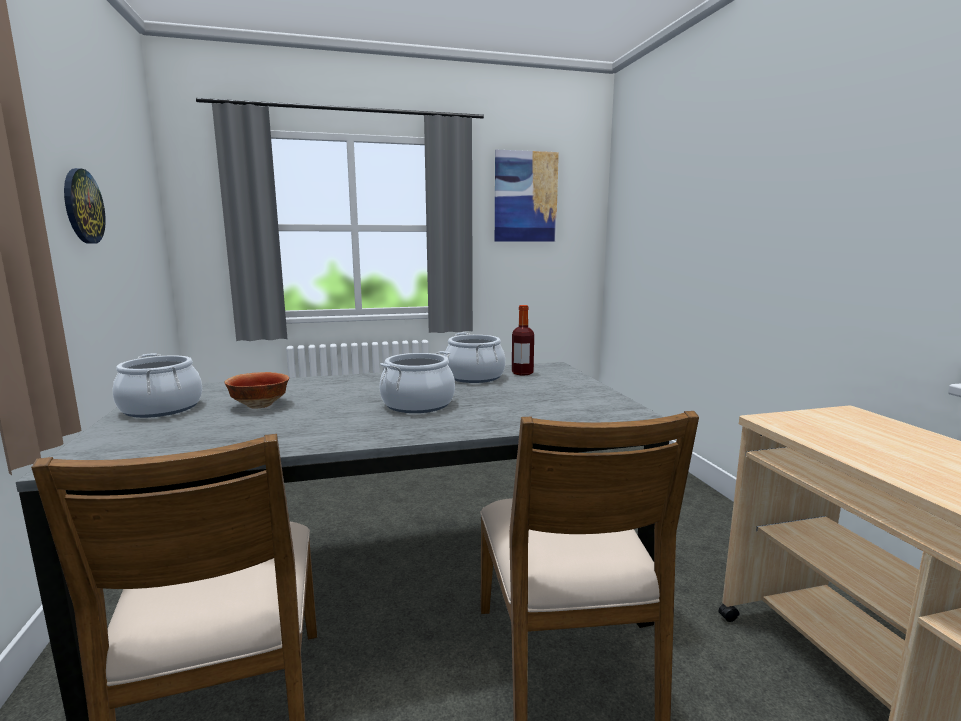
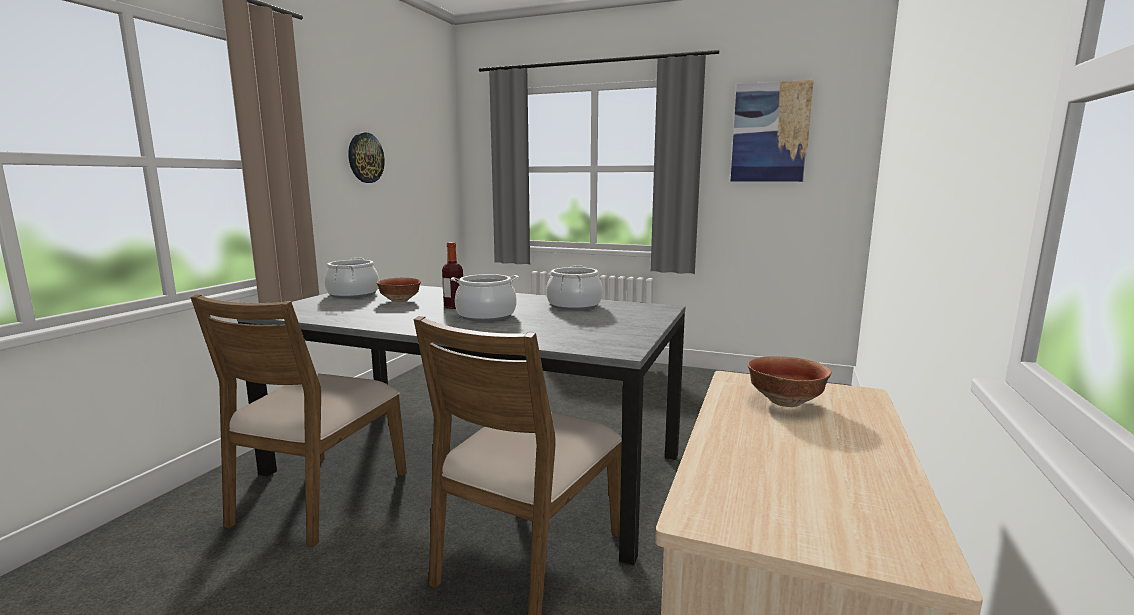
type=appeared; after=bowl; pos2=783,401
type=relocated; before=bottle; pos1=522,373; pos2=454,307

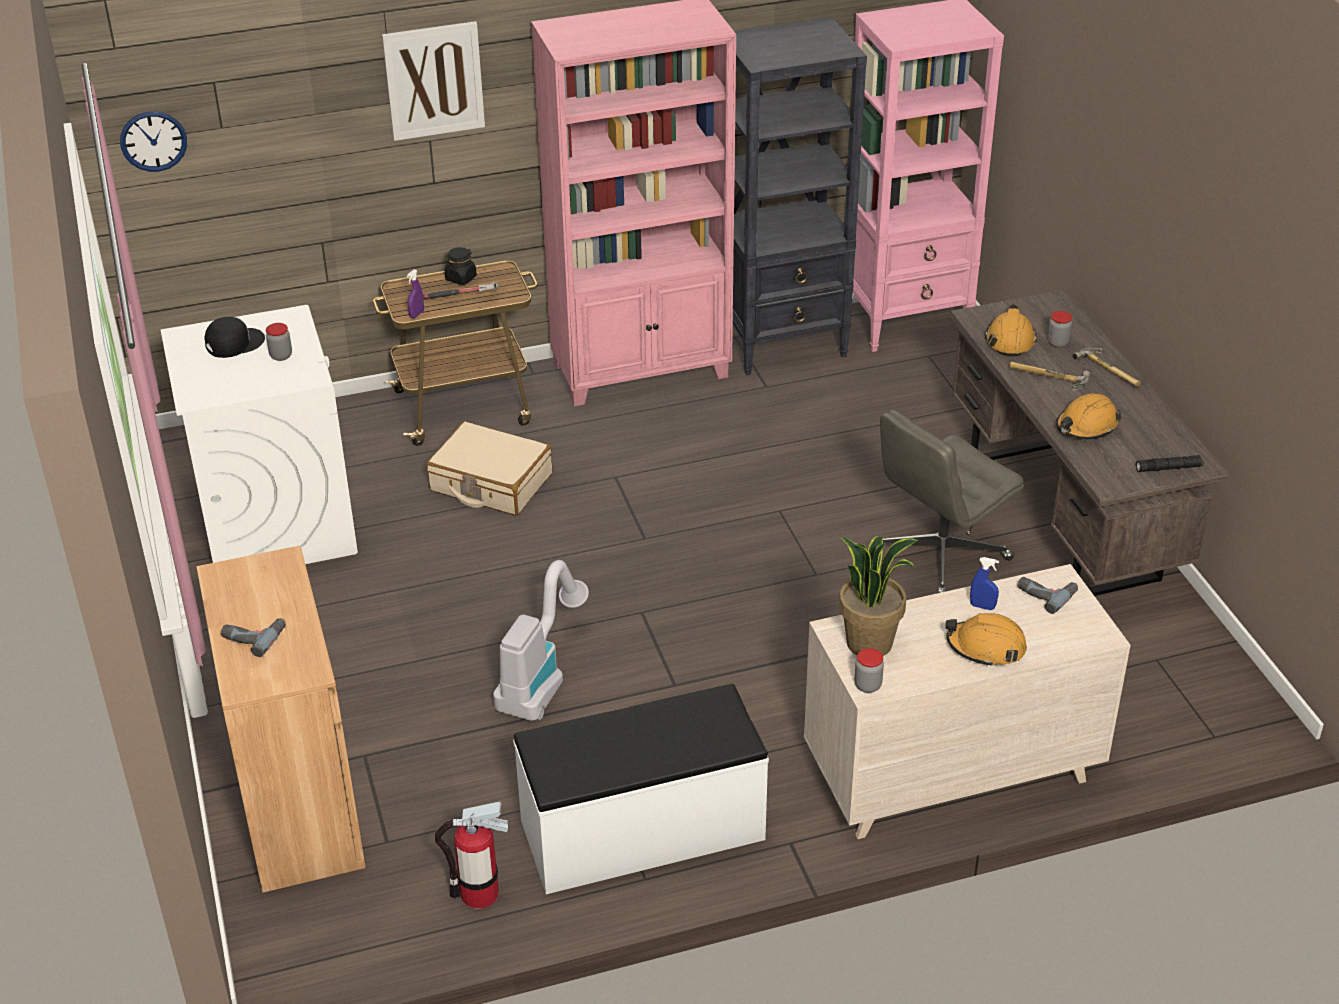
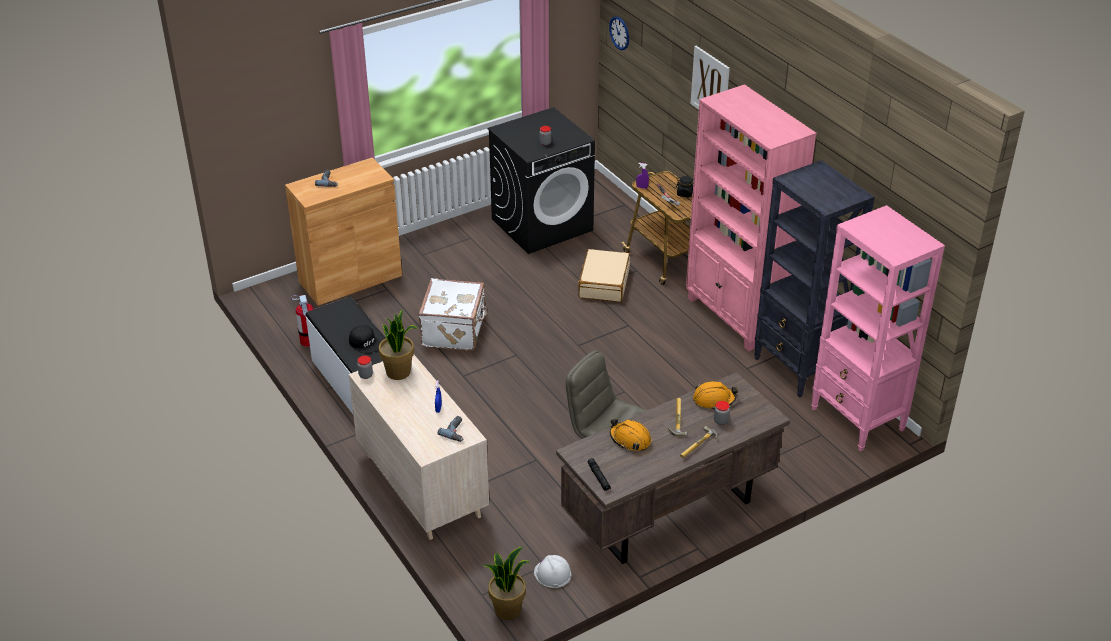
type=missing; before=orange_hard_hat; pos1=986,647
type=appeared; after=potted_plant; pos2=507,609
type=appeared; after=white_hard_hat; pos2=552,573
type=relocated; before=black_cap; pos1=234,343; pos2=365,342
type=exchanged; before=vacuum_cleaner; after=white_suitcase; pos1=541,678; pos2=455,331
type=colour; before=white_washing_machine; after=black_washing_machine; pos1=276,522; pos2=542,224

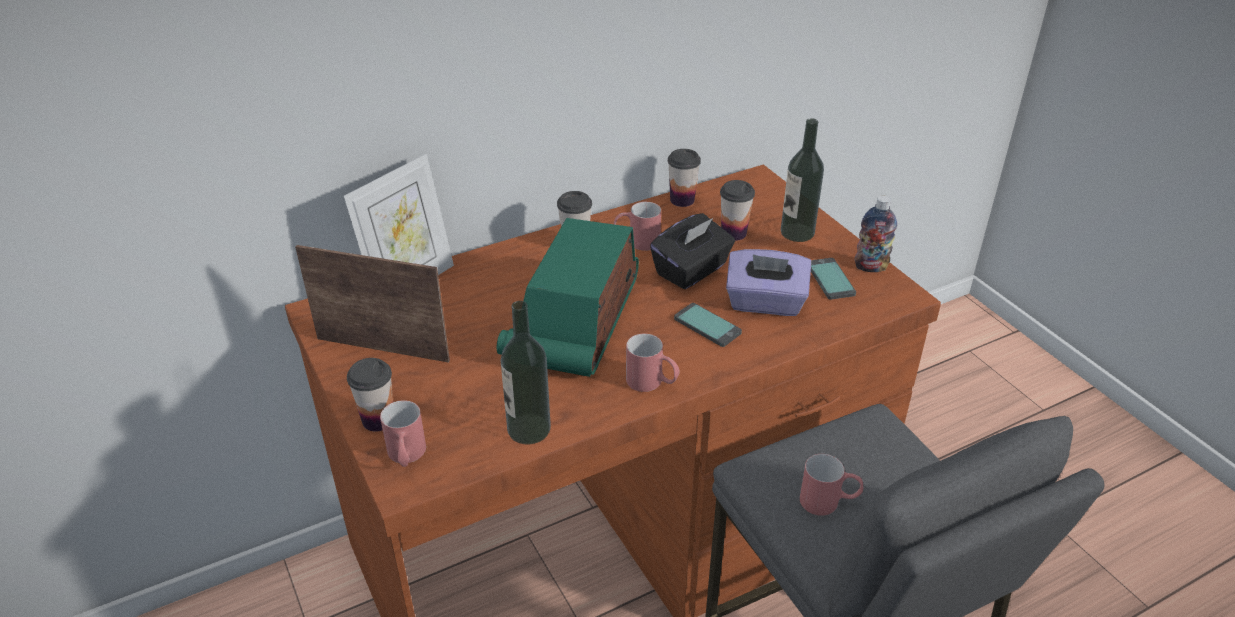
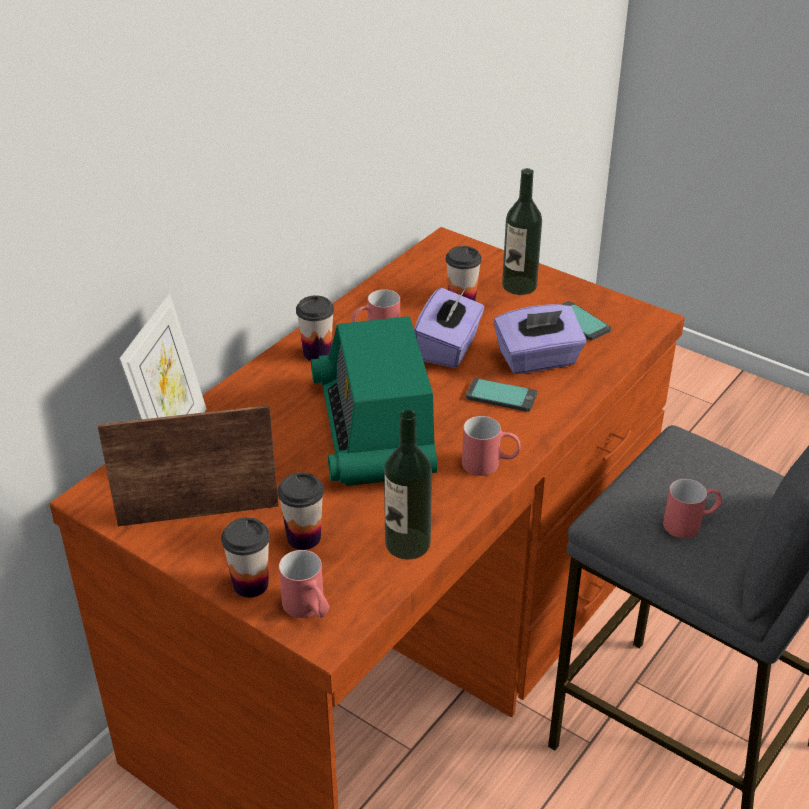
type=missing; before=bottle; pos1=870,267
type=relocated; before=cup; pos1=682,200; pos2=304,538
type=colour; before=black_tissue_box; after=purple_tissue_box; pos1=692,270; pos2=449,348

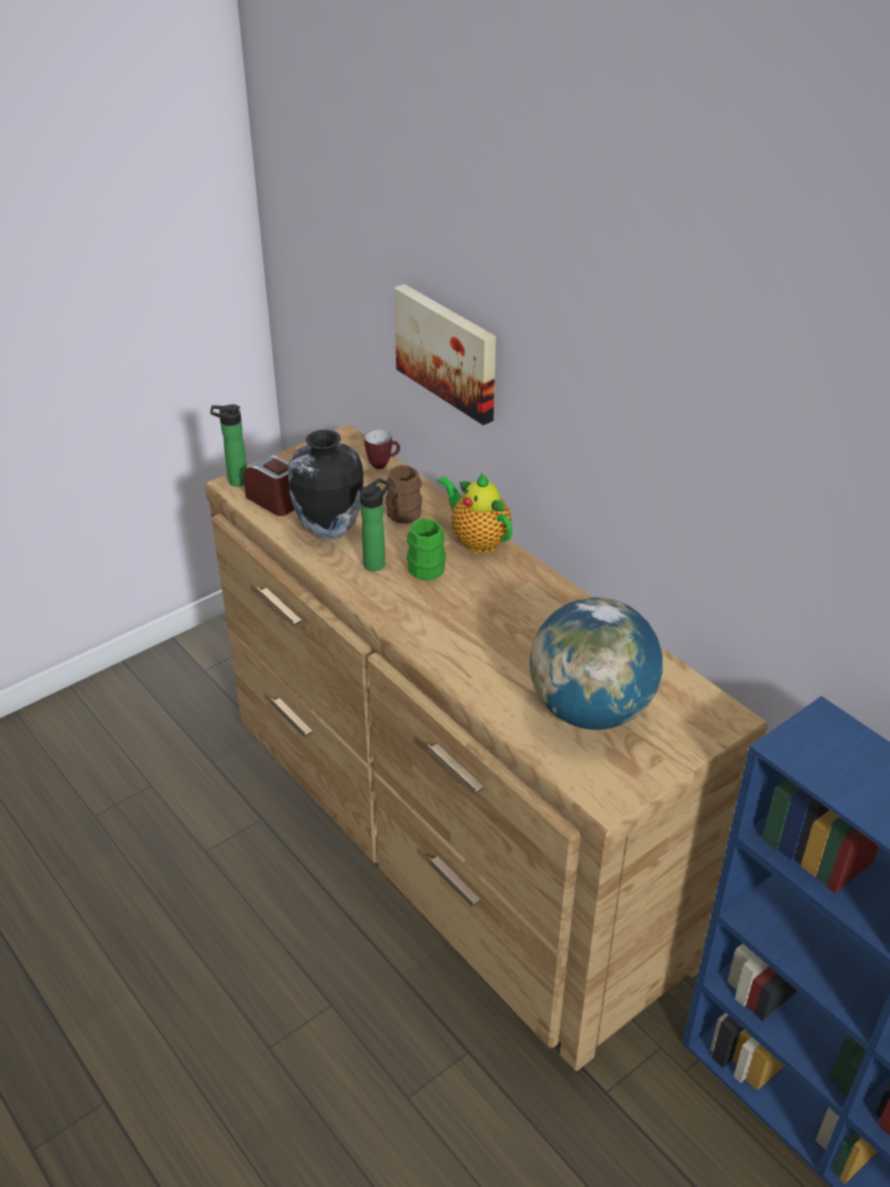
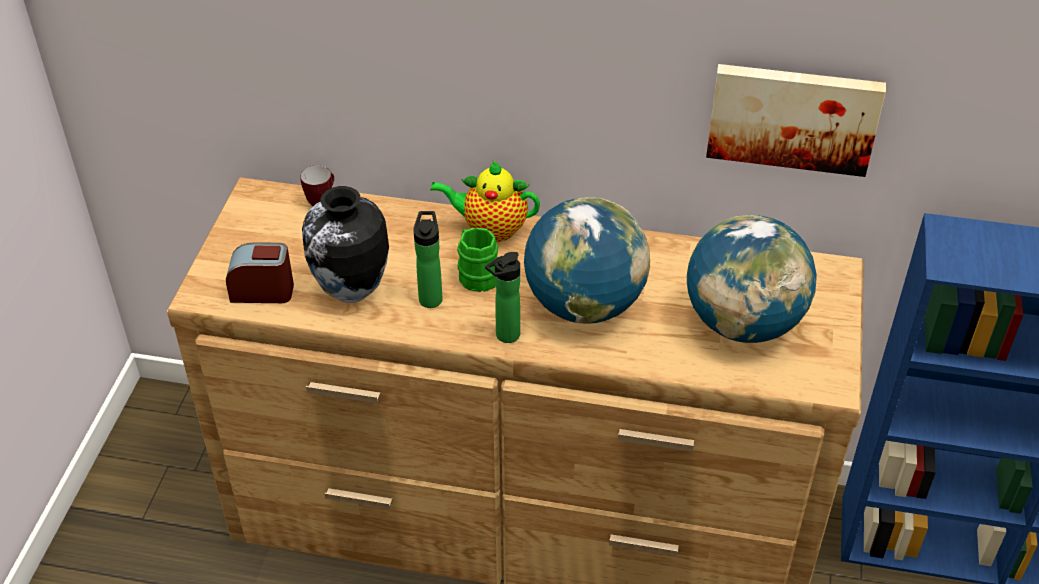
type=missing; before=brown_mug; pos1=403,516
type=appeared; after=globe; pos2=584,305
type=relocated; before=bottle; pos1=235,481; pos2=504,336
type=relocated; before=picture; pos1=448,351; pos2=793,116

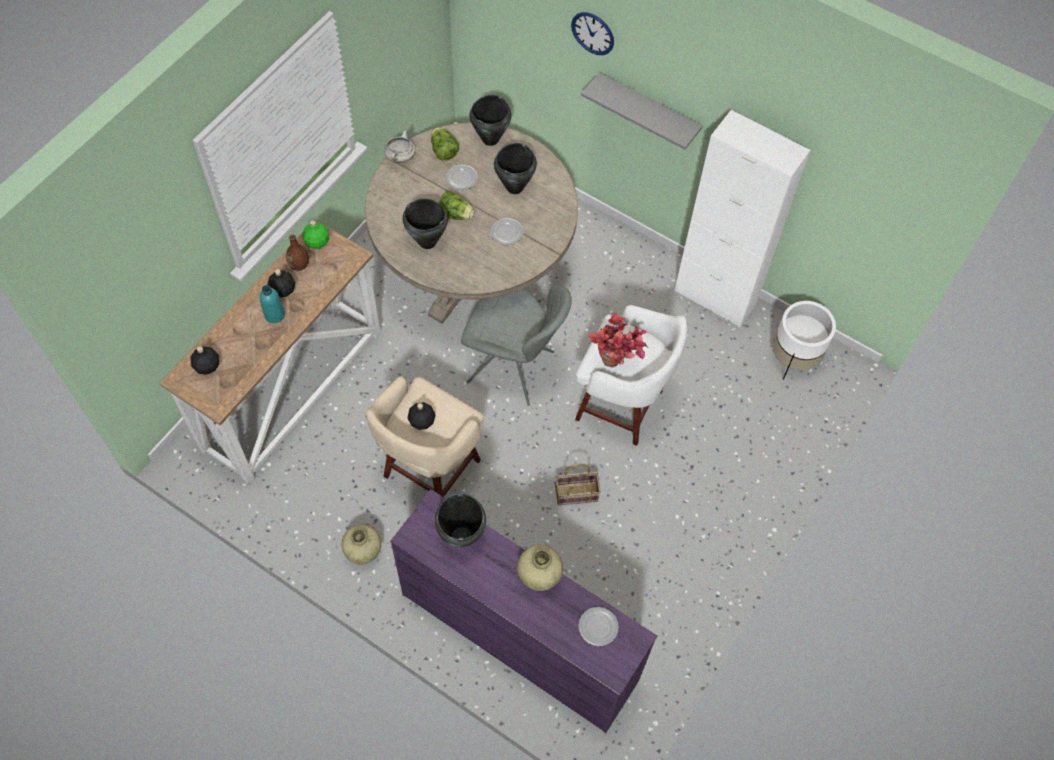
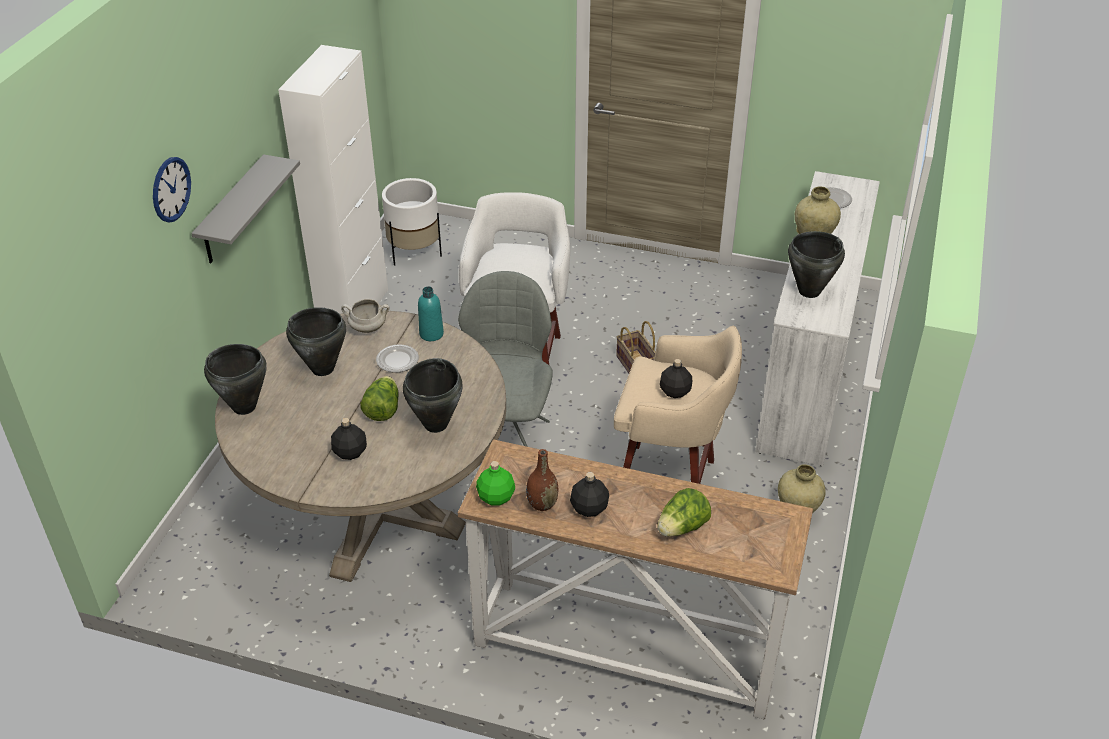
type=missing; before=plate; pos1=462,178
type=missing; before=potted_plant; pos1=616,365
type=relocated; before=black_bottle; pos1=207,366; pos2=350,452
type=relocated; before=turquoise_bottle; pos1=274,314; pos2=431,334
type=relocated; before=white_cooking_pot; pos1=400,157; pos2=367,328
type=relocated; before=lettuce; pos1=443,151; pos2=682,527
type=colour; before=purple_dresser; after=white_dresser; pos1=519,636; pos2=806,374

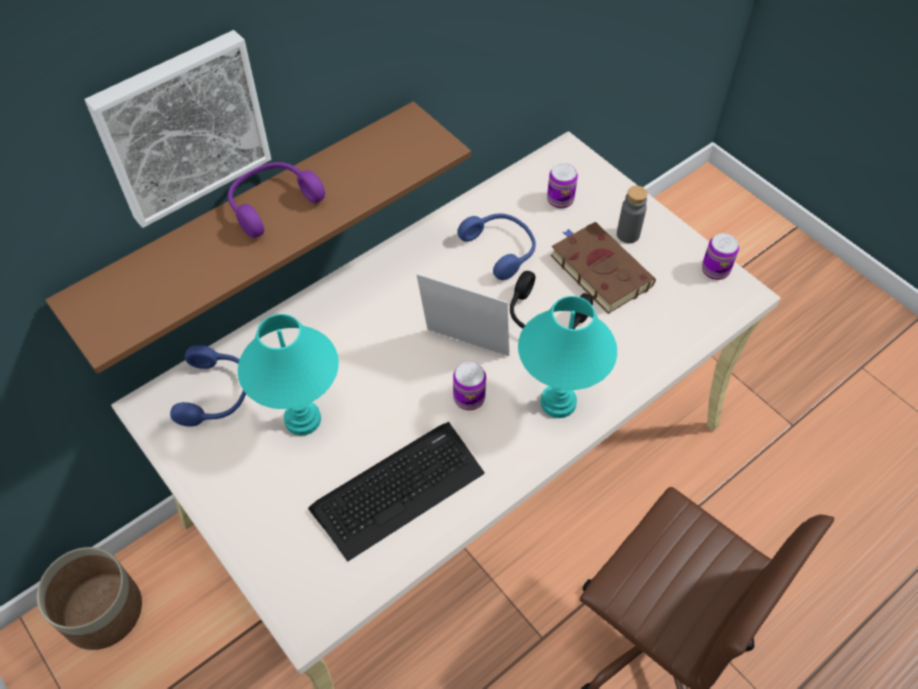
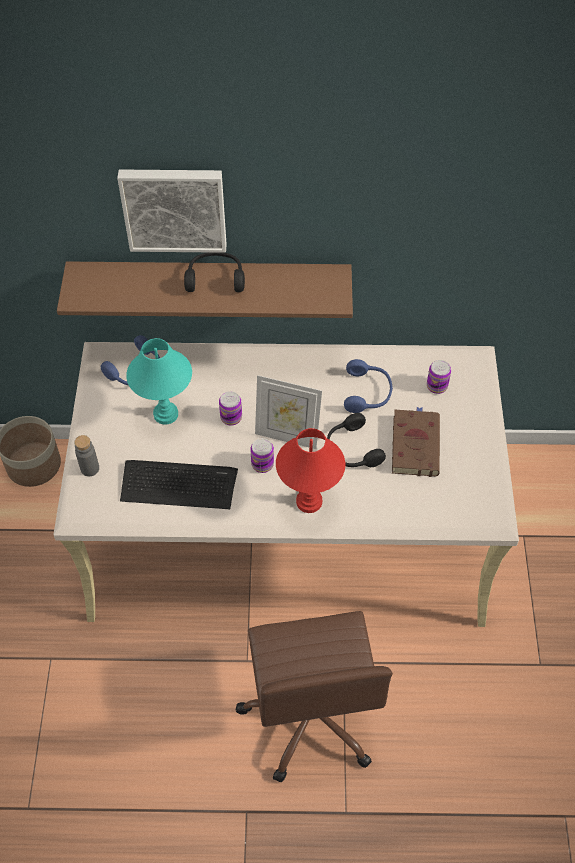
type=relocated; before=grey_bottle; pos1=628,234; pos2=90,468
type=relocated; before=can; pos1=715,270; pos2=231,417
type=colour; before=purple_headphones; after=black_headphones; pos1=272,203; pos2=215,278
type=colour; before=turquoise_table_lamp; after=red_table_lamp; pos1=557,402; pos2=308,501
type=spun; before=picture_frame; pos1=464,349; pos2=287,436; turn=135

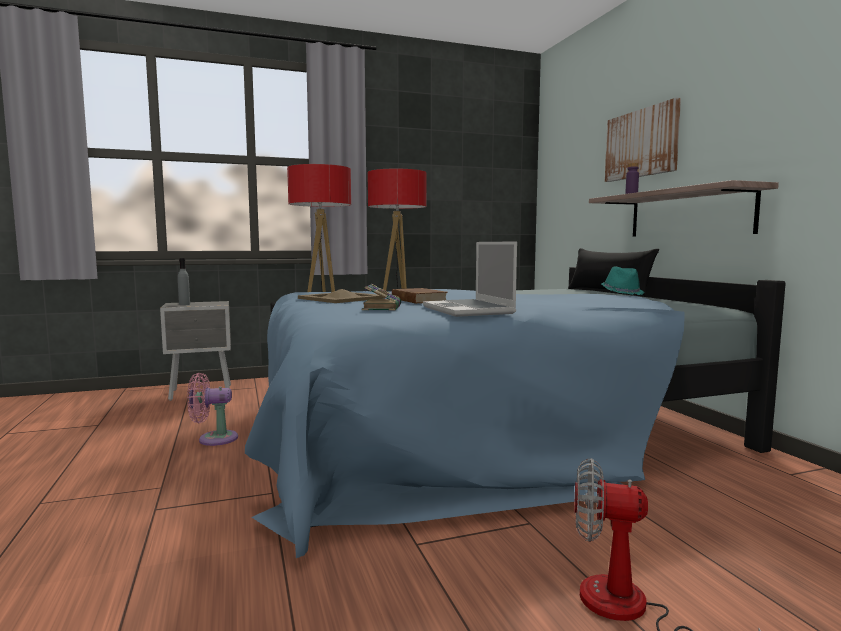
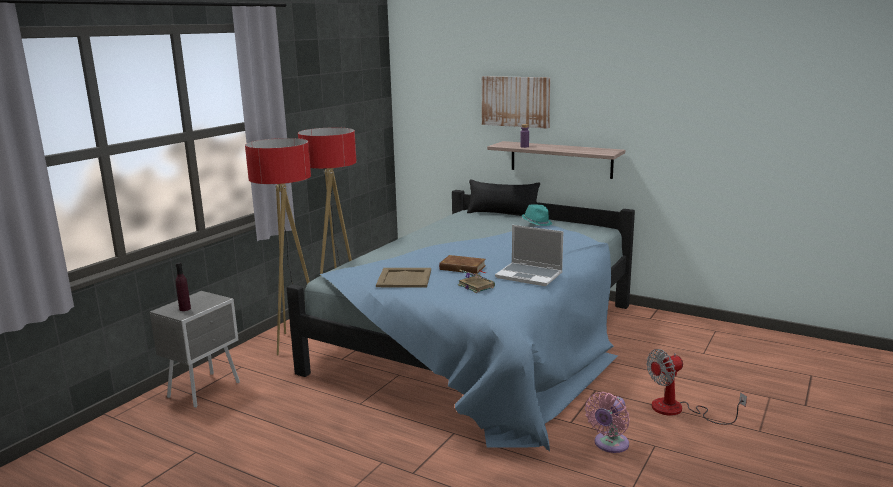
type=relocated; before=pink_fan; pos1=213,439; pos2=609,445
type=colour; before=grey_bottle; after=purple_bottle; pos1=184,304; pos2=185,309

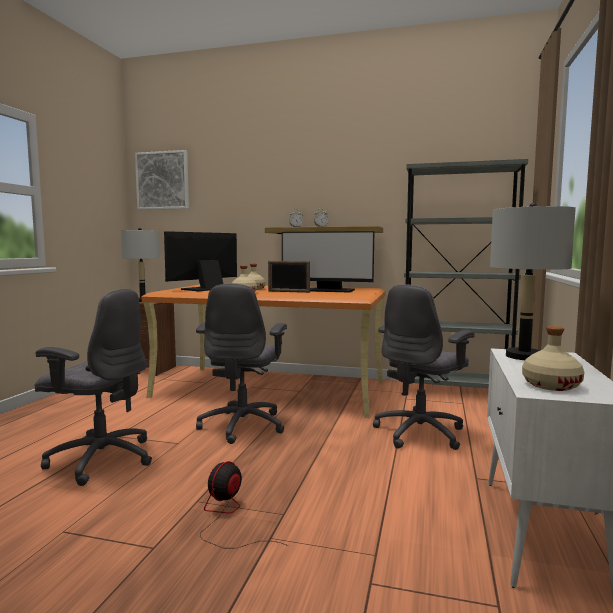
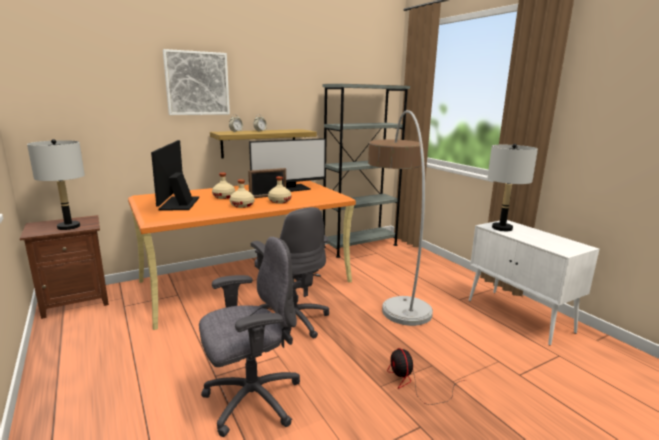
type=relocated; before=picture; pos1=163,181; pos2=197,83
type=relocated; before=beige_bottle; pos1=550,385; pos2=279,201
type=exchanged; before=grey_office_chair; after=floor_lamp; pos1=420,433; pos2=394,282

